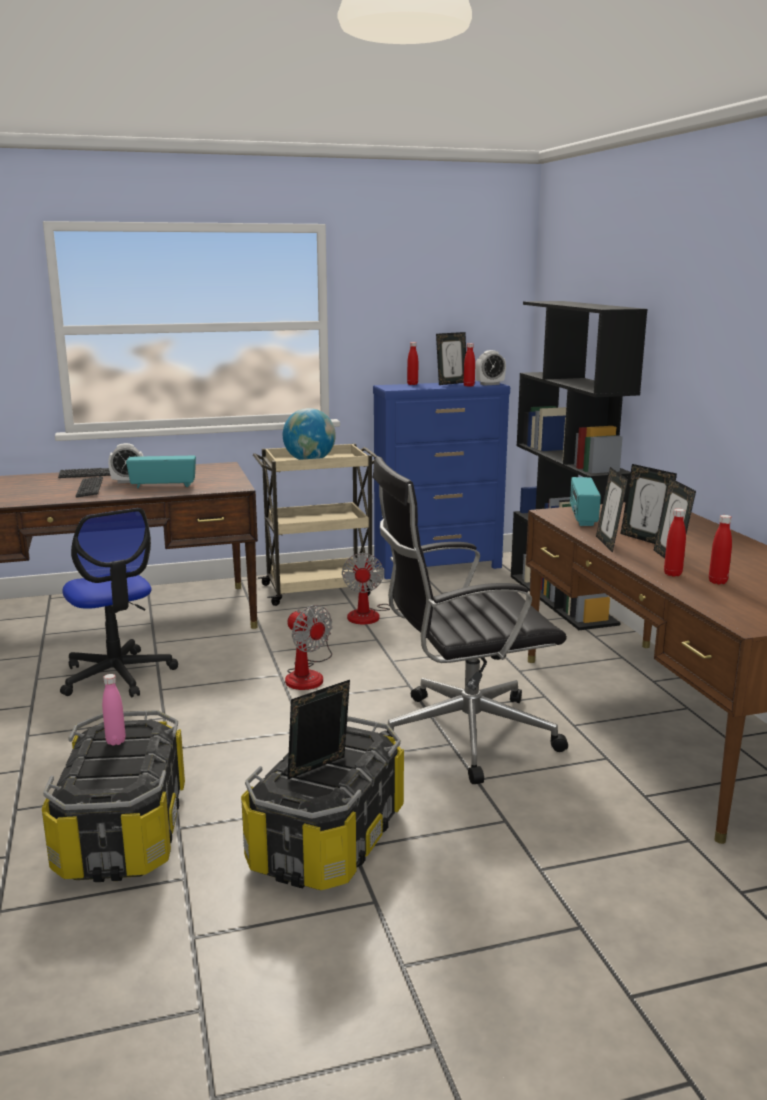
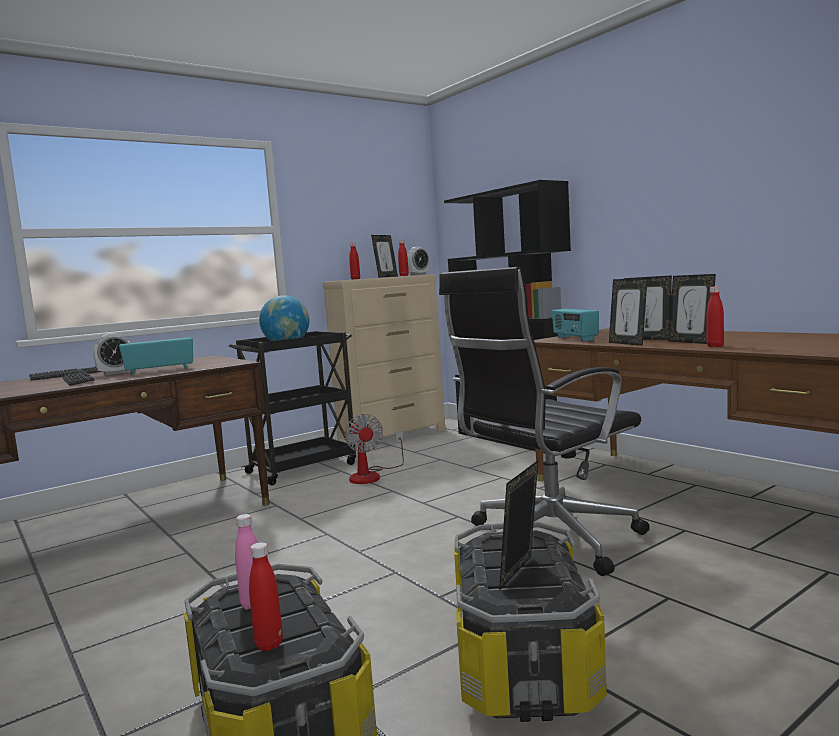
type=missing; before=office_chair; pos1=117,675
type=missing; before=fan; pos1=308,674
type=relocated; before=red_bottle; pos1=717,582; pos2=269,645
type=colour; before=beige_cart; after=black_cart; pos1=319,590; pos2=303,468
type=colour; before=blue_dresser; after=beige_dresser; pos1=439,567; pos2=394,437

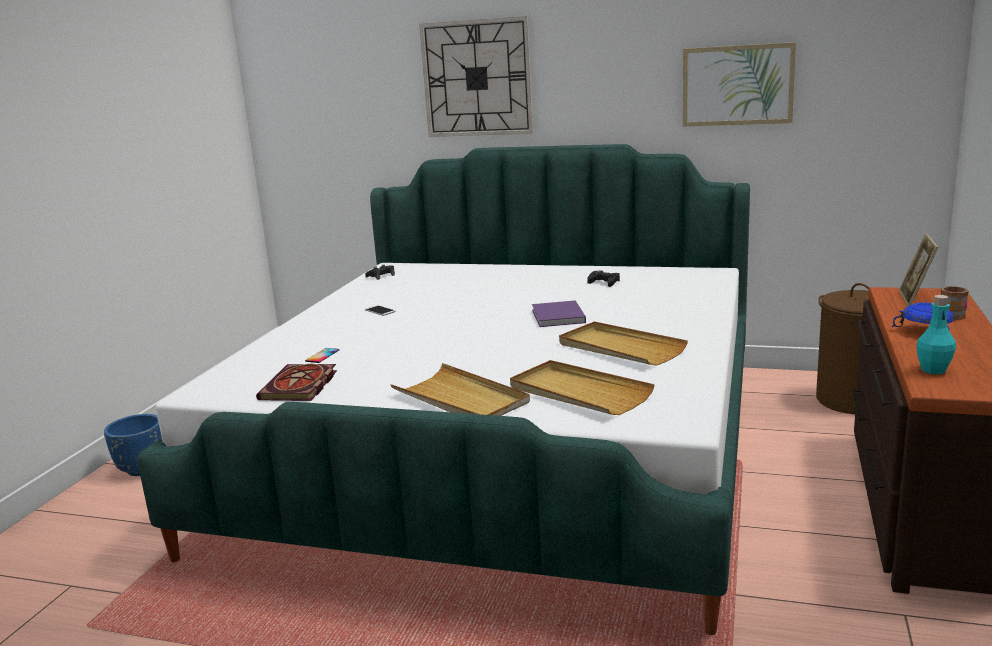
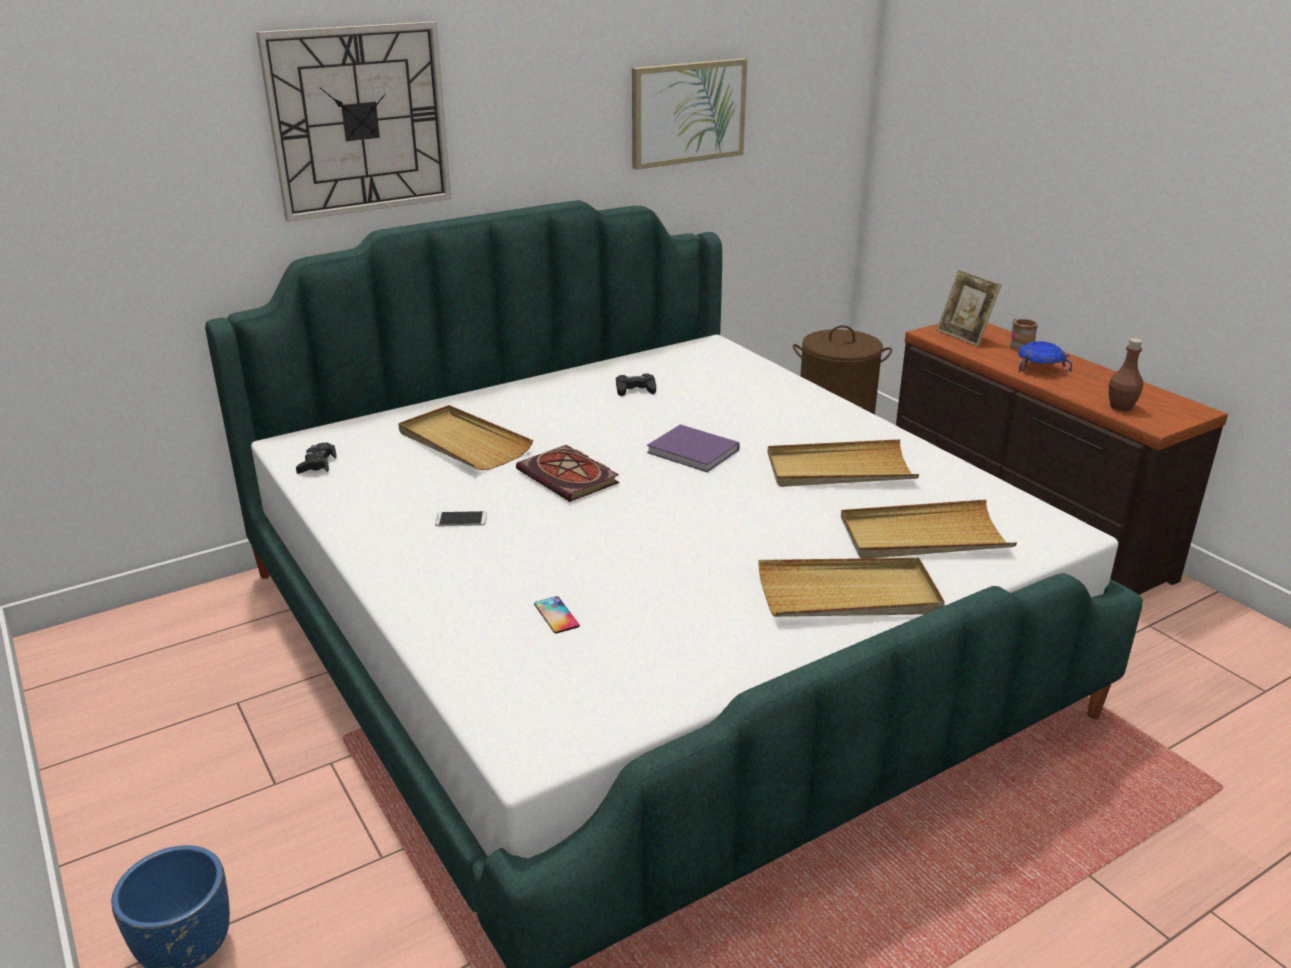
type=appeared; after=beige_tray; pos2=463,443
type=relocated; before=book; pos1=299,387; pos2=570,477
type=colour; before=turquoise_bottle; after=brown_bottle; pos1=933,370; pos2=1120,407

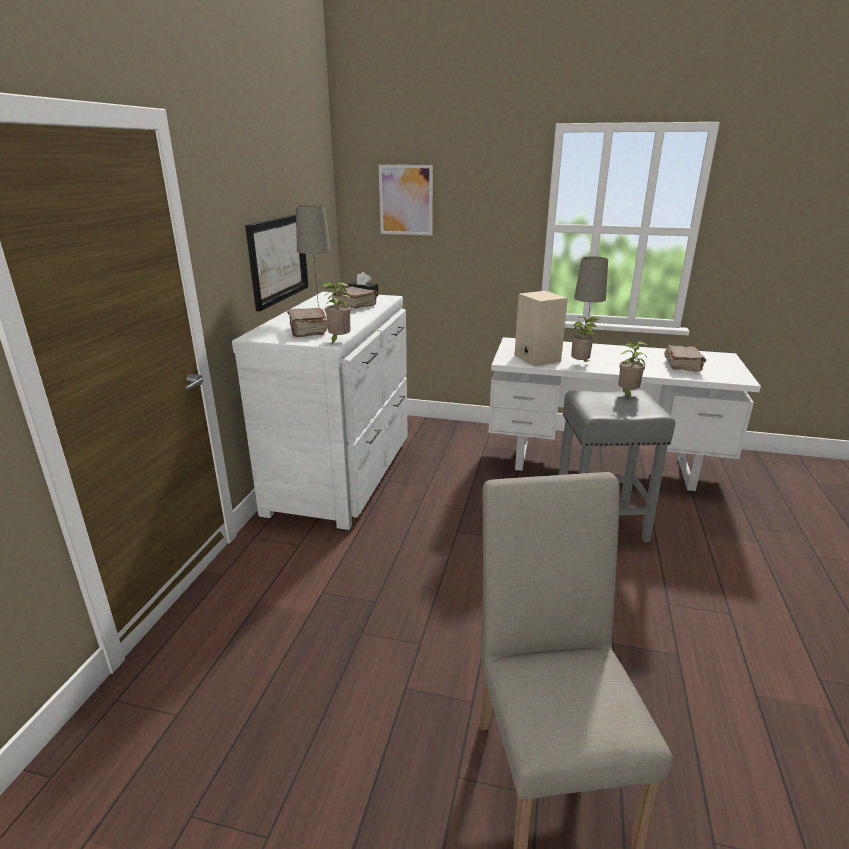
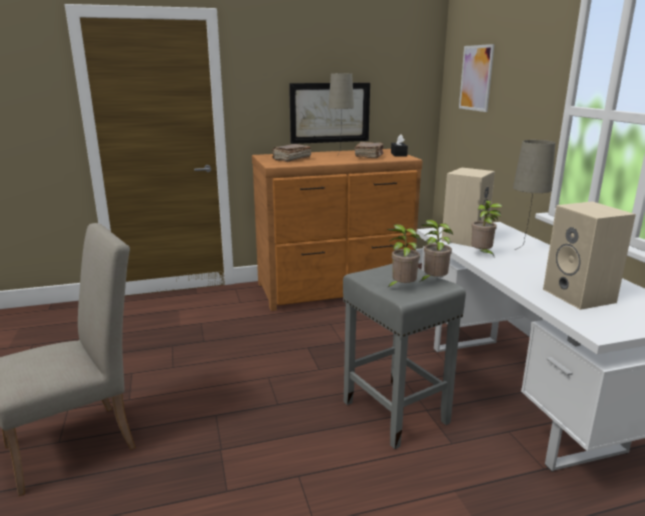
type=relocated; before=potted_plant; pos1=338,341; pos2=401,287
type=exchanged; before=brown_book; after=beige_speaker; pos1=682,366; pos2=581,296
type=colour; before=white_dresser; after=brown_dresser; pos1=343,474; pos2=335,289

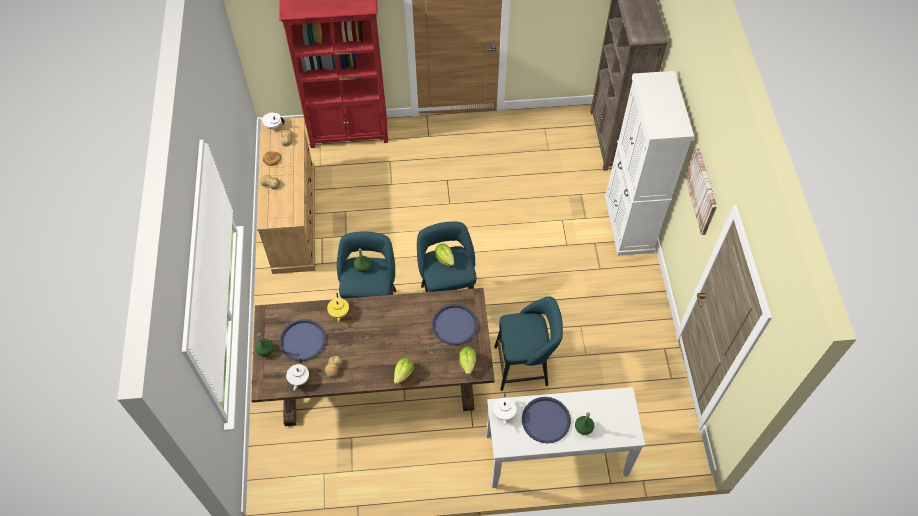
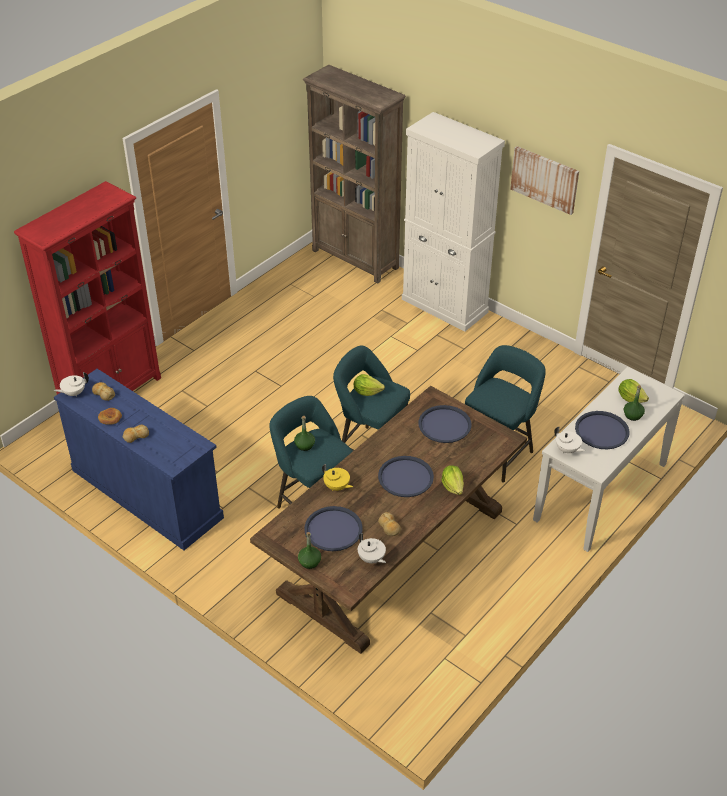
type=appeared; after=blue_tray; pos2=405,477
type=relocated; before=lettuce; pos1=467,363; pos2=630,398
type=colour; before=beige_dresser; after=blue_dresser; pos1=294,218; pos2=145,493

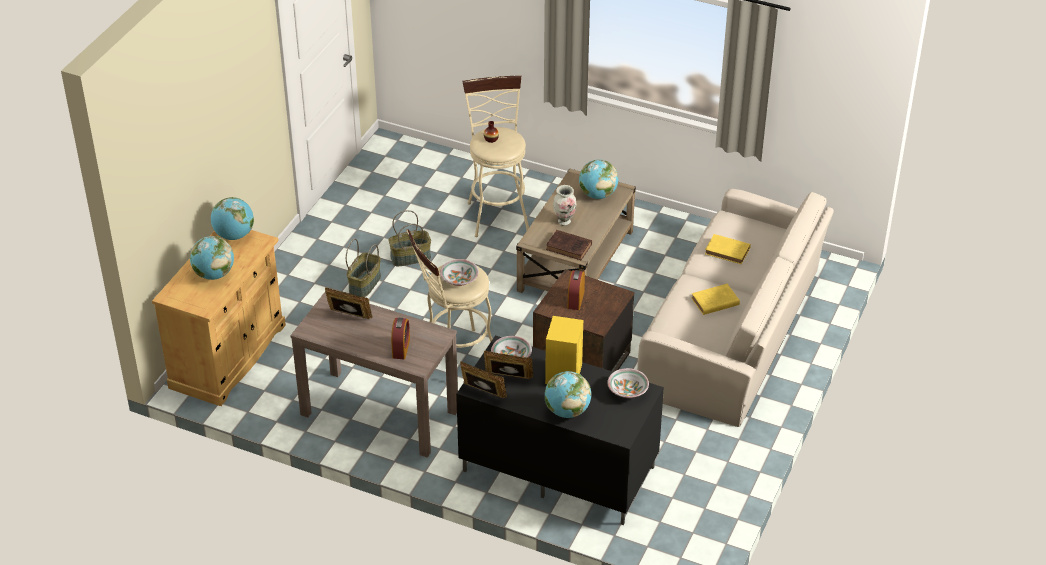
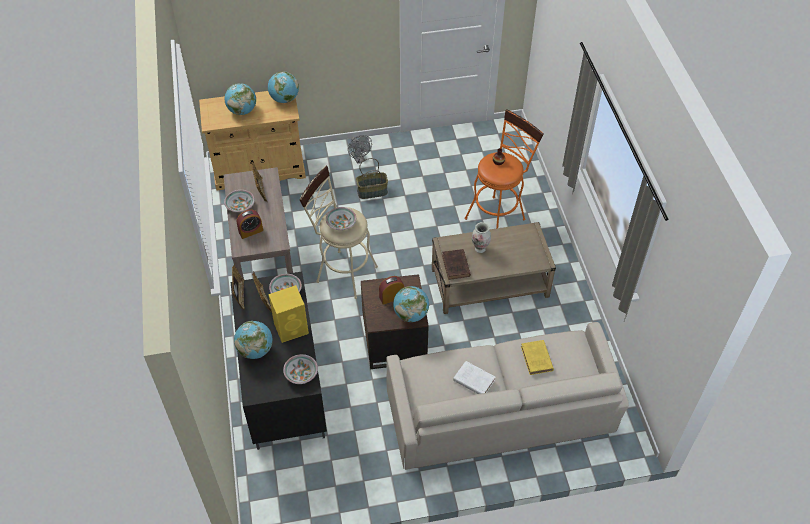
type=missing; before=basket; pos1=411,257
type=appeared; after=bowl; pos2=240,206
type=appeared; after=grey_fan; pos2=359,159
type=relocated; before=globe; pos1=597,195; pos2=411,314
type=colour; before=beige_stool; after=orange_stool; pos1=497,212; pos2=498,216
type=colour; before=yellow_book; after=white_book; pos1=714,302; pos2=473,379

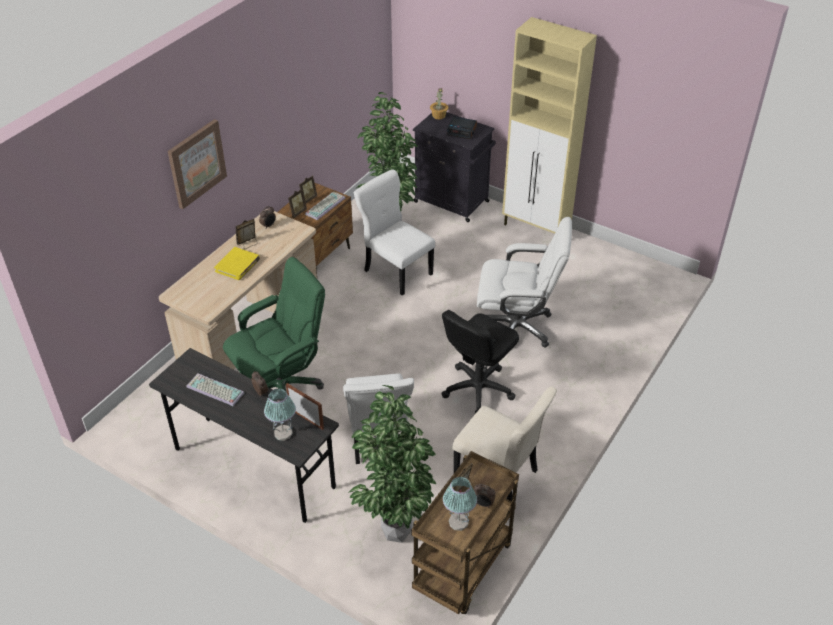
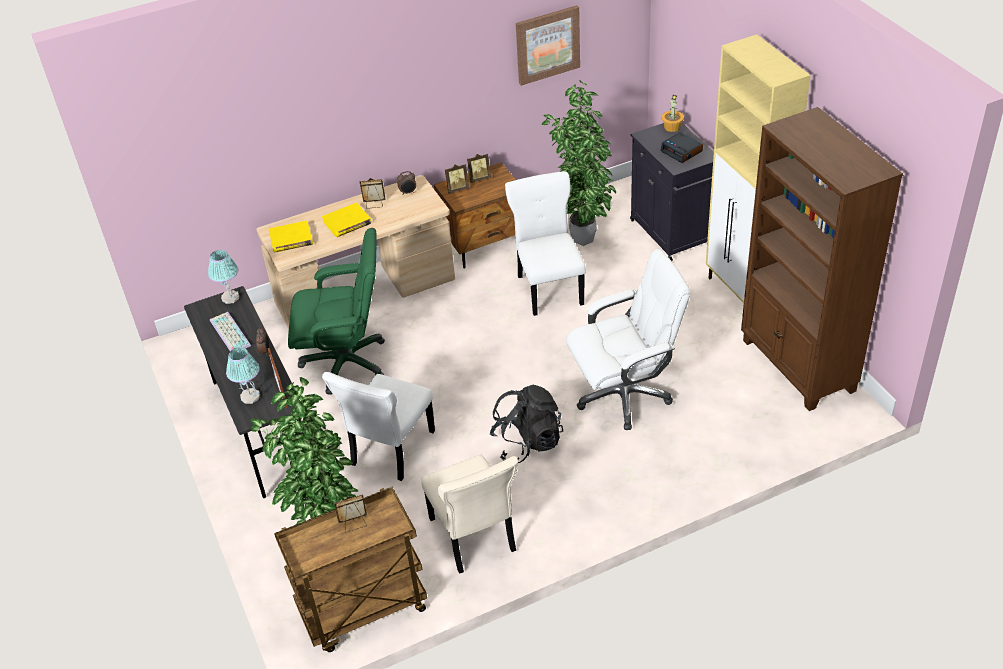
type=missing; before=keyboard; pos1=325,205
type=missing; before=alarm_clock; pos1=483,504
type=appeared; after=yellow_book; pos2=291,239
type=appeared; after=brown_bookcase; pos2=797,366
type=relocated; before=picture; pos1=196,163; pos2=547,44
type=relocated; before=table_lamp; pos1=459,522; pos2=230,298
type=exchanged; before=black_office_chair; after=black_backpack; pos1=477,389; pos2=527,442
type=spun; before=white_office_chair; pos1=516,327; pos2=624,394; turn=-60

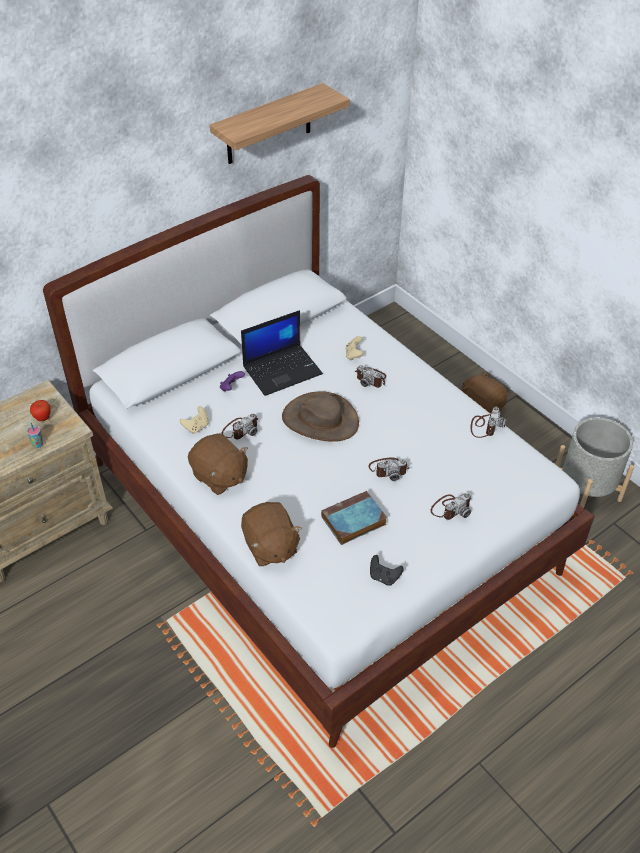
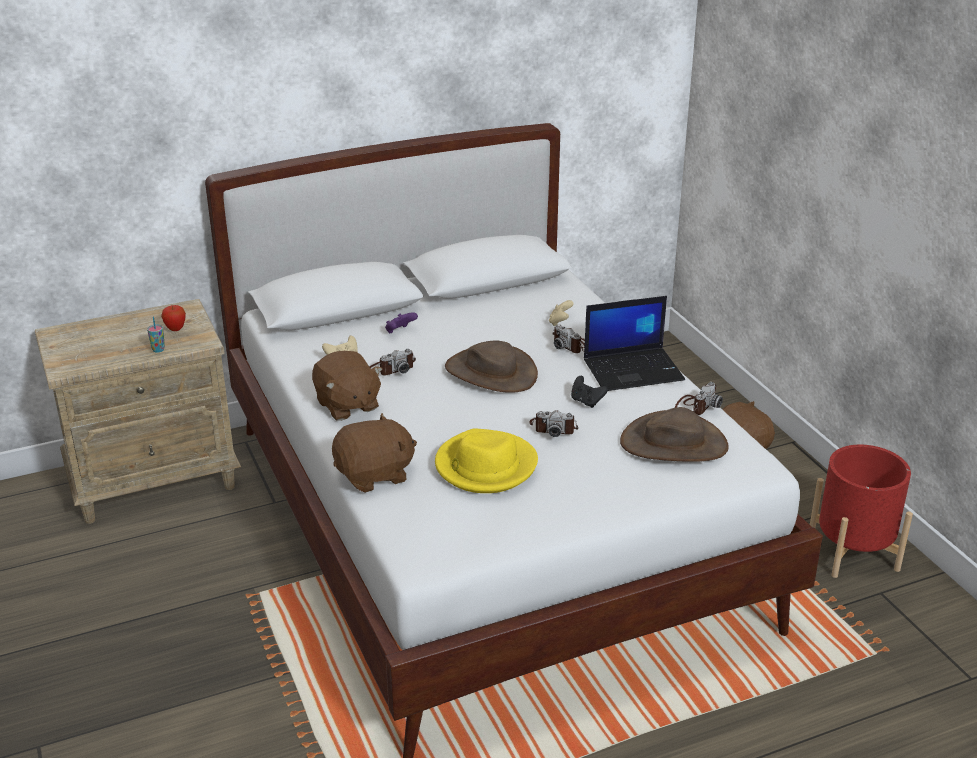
type=missing; before=shelf; pos1=268,125
type=missing; before=photo_camera; pos1=450,508
type=appeared; after=brown_hat; pos2=674,443
type=relocated; before=laptop; pos1=282,369; pos2=634,369
type=relocated; before=black_game_controller; pos1=384,577; pos2=586,402
type=exchanged; before=book; after=yellow_hat; pos1=353,521; pos2=485,466
type=colour; before=grey_planter; after=red_planter; pos1=586,490; pos2=853,552
type=spun; before=brown_plush_toy; pos1=270,547; pos2=375,475; turn=-105

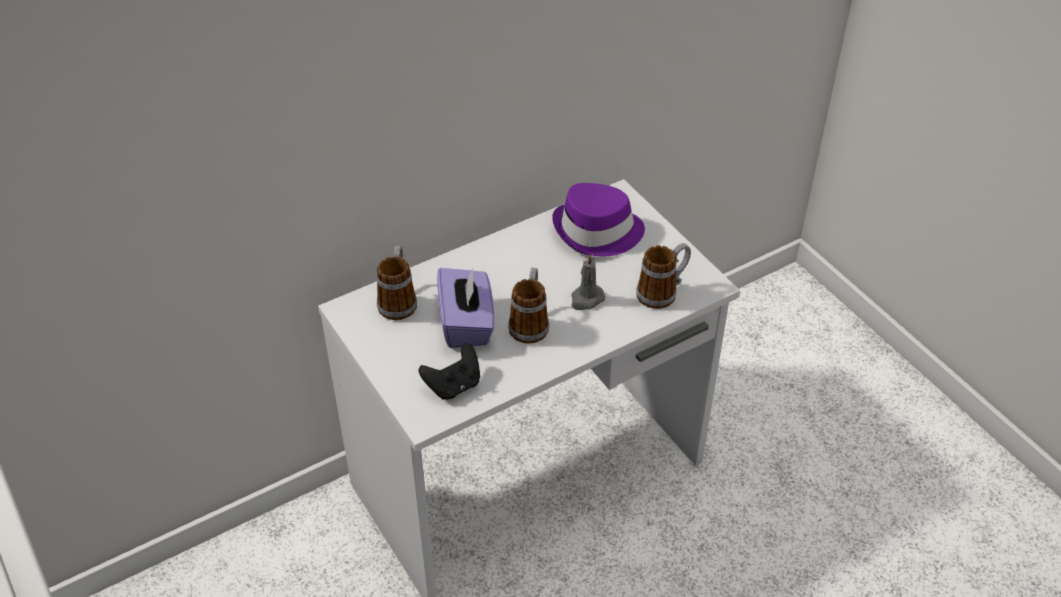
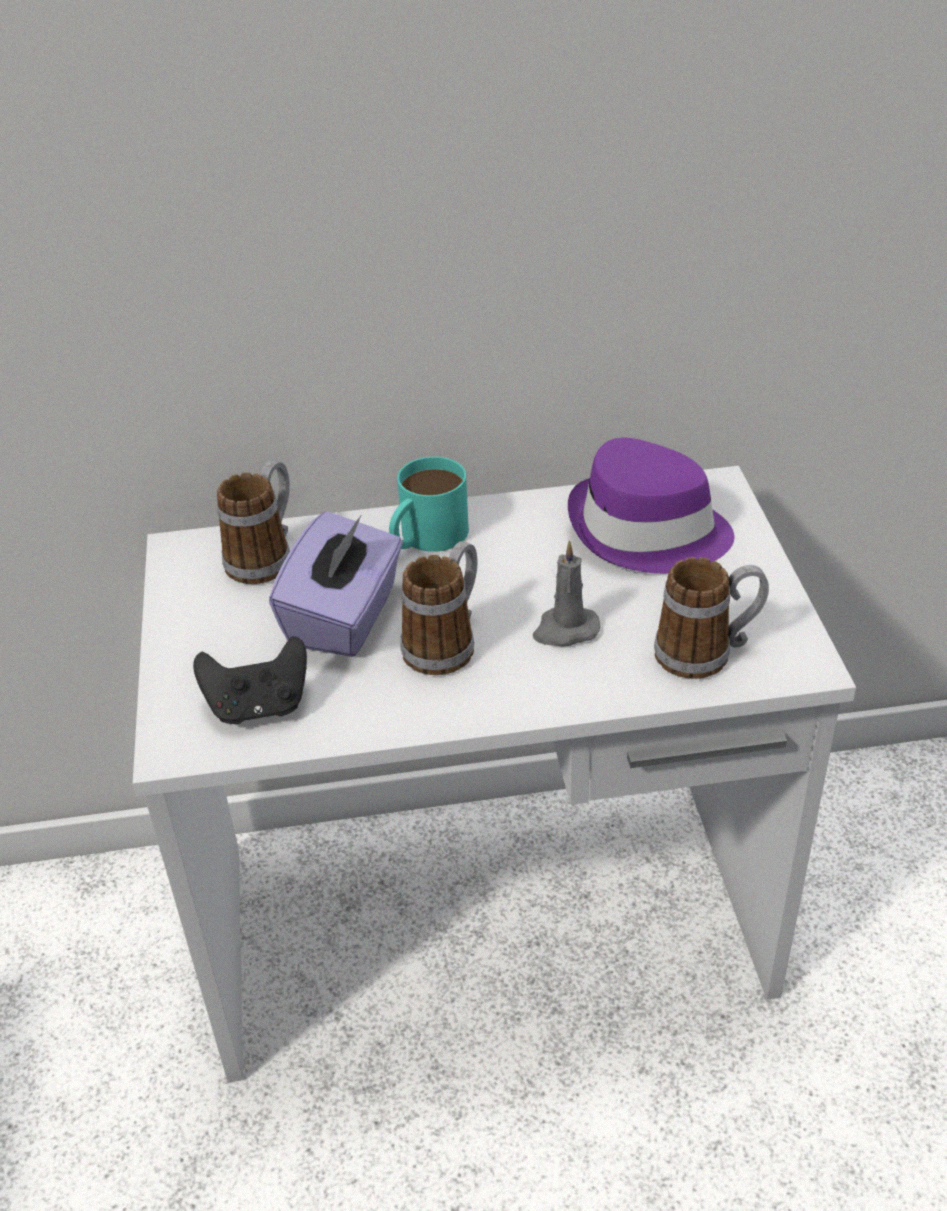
type=appeared; after=turquoise_mug; pos2=425,538

